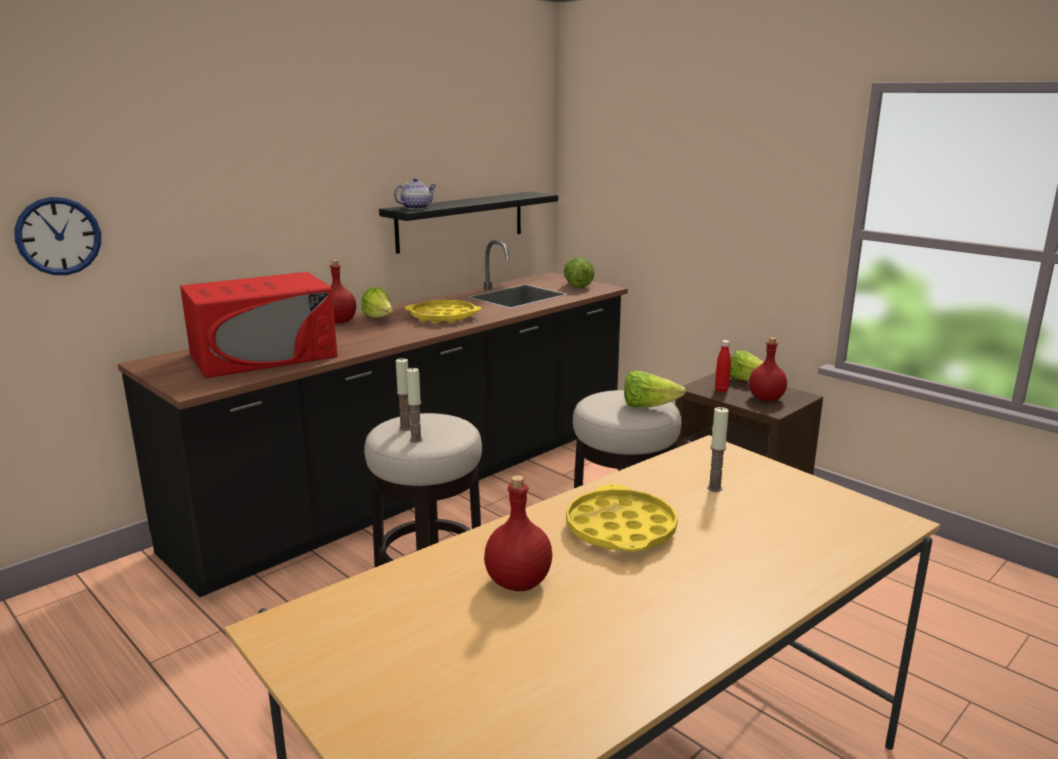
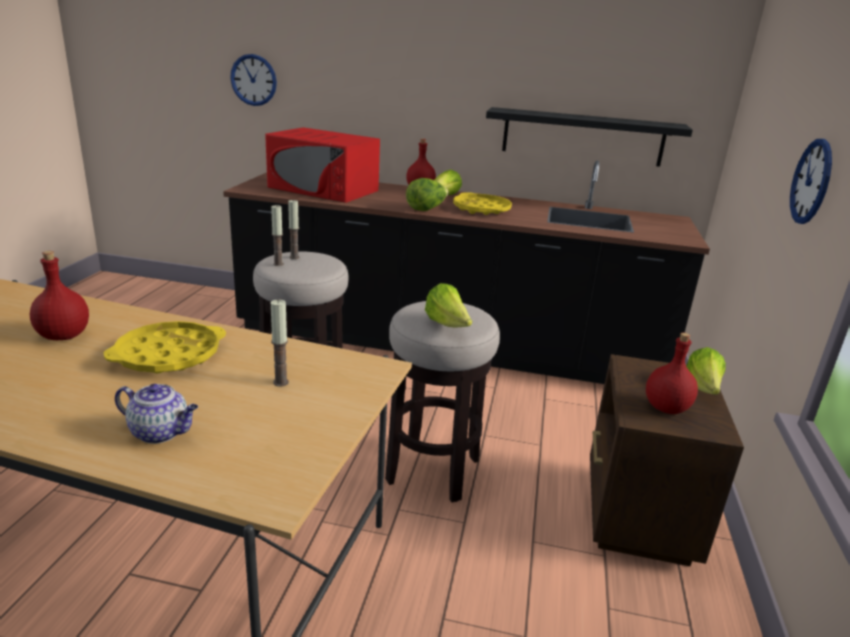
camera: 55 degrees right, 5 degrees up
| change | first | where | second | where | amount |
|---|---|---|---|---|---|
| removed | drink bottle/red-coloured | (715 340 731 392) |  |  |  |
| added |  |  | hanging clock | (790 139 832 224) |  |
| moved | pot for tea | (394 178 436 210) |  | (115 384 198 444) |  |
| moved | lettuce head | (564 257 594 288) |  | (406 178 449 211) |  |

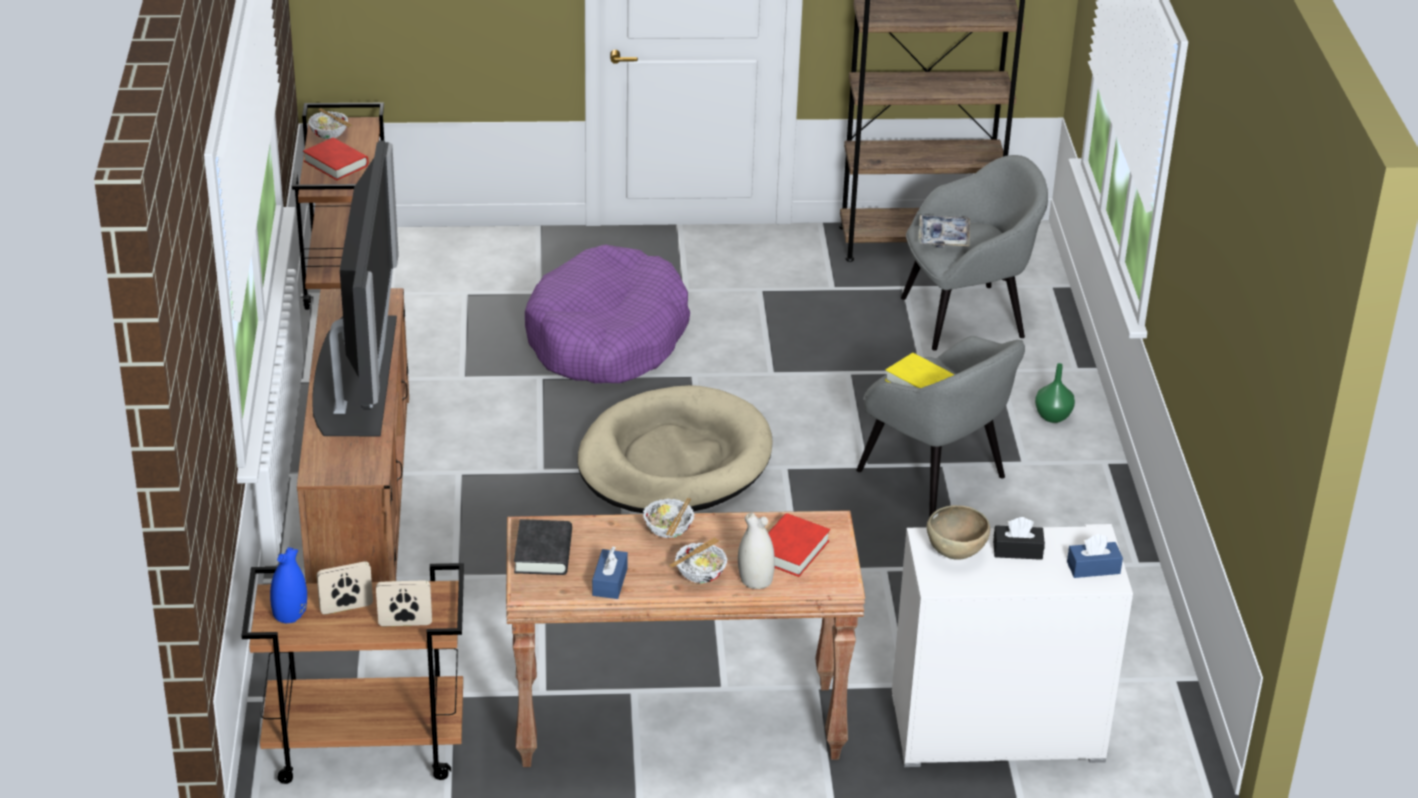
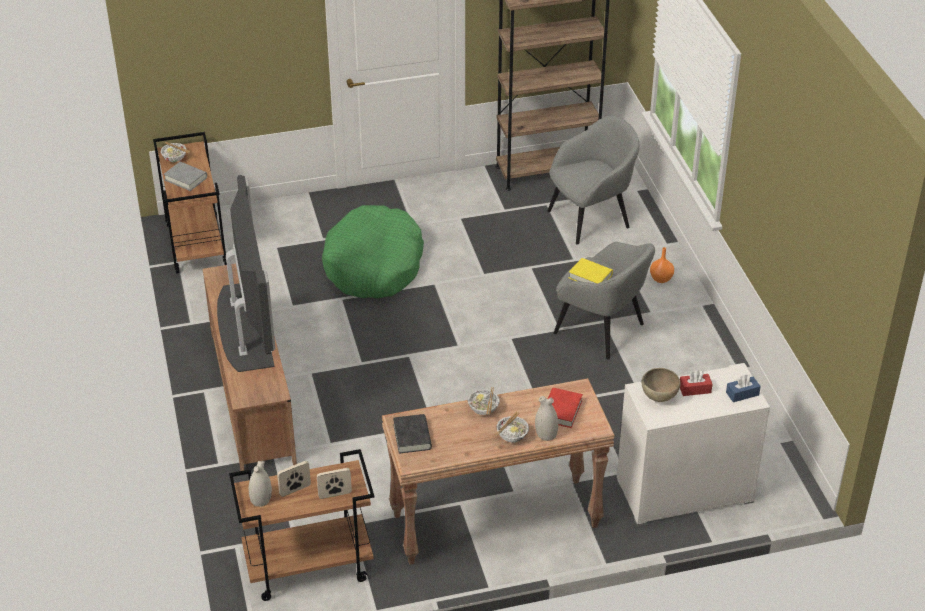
camera: 10 degrees left, 5 degrees up
| change | first | where | second | where | amount |
|---|---|---|---|---|---|
| removed | pet bed/beige | (577 385 773 513) |  |  |  |
| removed | tissue box/blue | (592 547 628 599) |  |  |  |
| removed | carrying tray | (918 215 970 248) |  |  |  |
| recoloured | flower vase/blue | (270 547 307 623) | flower vase/white | (249 461 272 507) |  |
| recoloured | book/red-coloured | (303 138 368 180) | book/gray | (164 162 207 191) |  |
| recoloured | pet bed/purple-coloured | (525 244 690 383) | pet bed/greenish | (322 205 424 299) |  |
| recoloured | tissue box/black | (993 517 1045 560) | tissue box/red-coloured | (680 370 712 396) |  |
| recoloured | flower vase/greenish | (1035 363 1075 423) | flower vase/orangey | (650 247 674 283) |  |

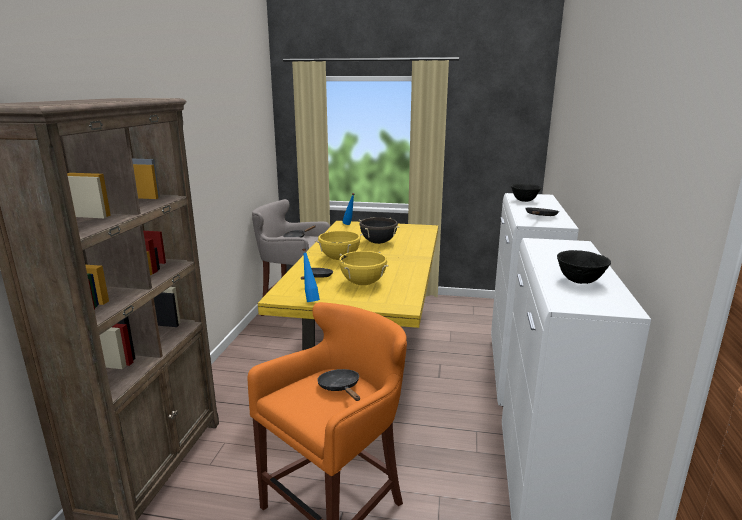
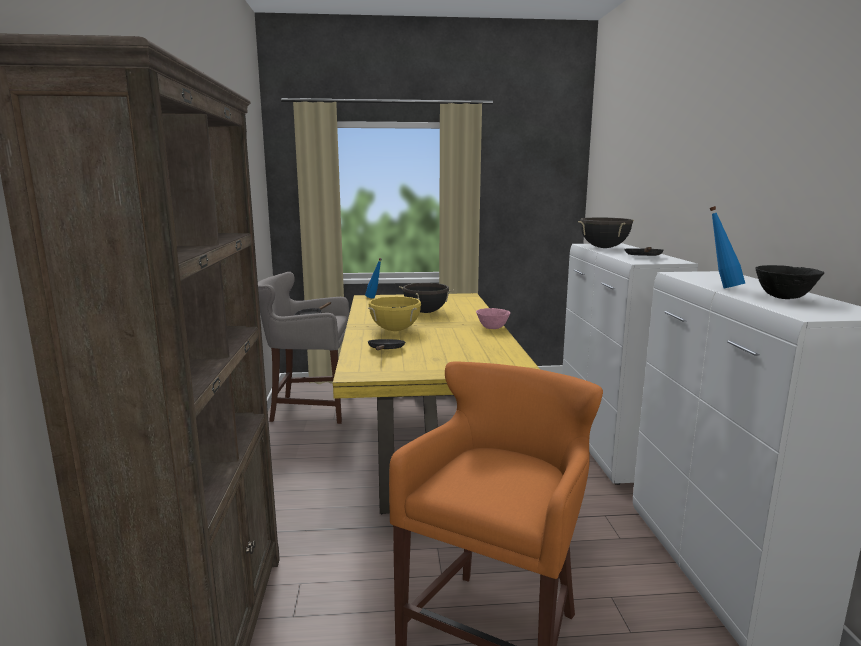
camera: 15 degrees left, 5 degrees down
| change | first | where | second | where | amount |
|---|---|---|---|---|---|
| removed | skillet/black | (317 369 360 401) |  |  |  |
| removed | stockpot/yellow-coloured | (339 251 388 285) |  |  |  |
| added |  |  | deep dish/pink-coloured | (476 308 510 329) |  |
| moved | drink bottle/blue | (302 248 320 302) |  | (709 206 745 288) |  |
| replaced | deep dish/black | (511 184 541 202) | stockpot/black | (578 218 634 248) |  |

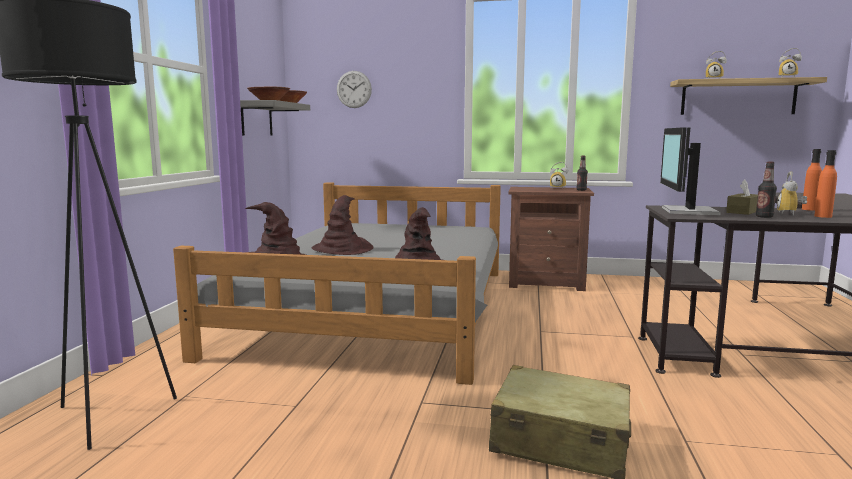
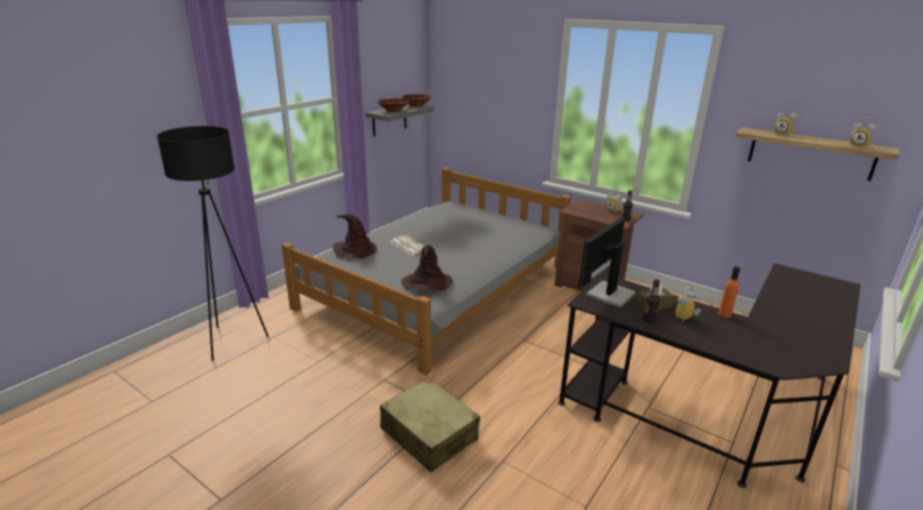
camera: 25 degrees right, 15 degrees up
| change | first | where | second | where | amount |
|---|---|---|---|---|---|
| removed | hanging clock | (337 71 372 108) |  |  |  |
| removed | drink bottle/orangey | (814 150 837 218) |  |  |  |
| replaced | hat/brownish | (312 195 374 255) | printed paper | (391 235 424 255) |  |

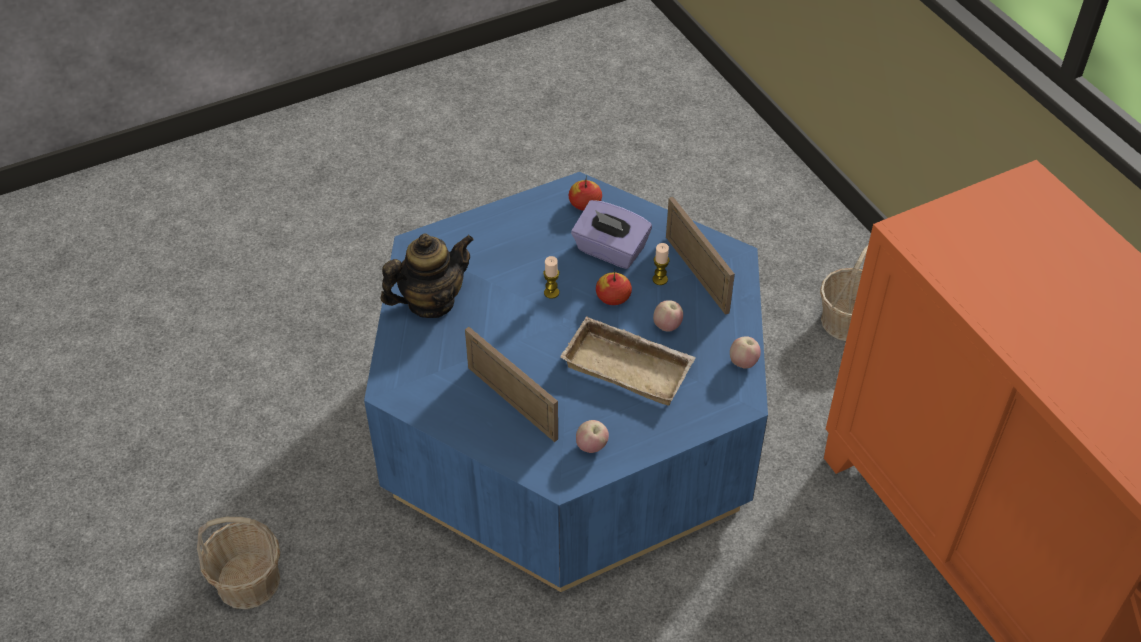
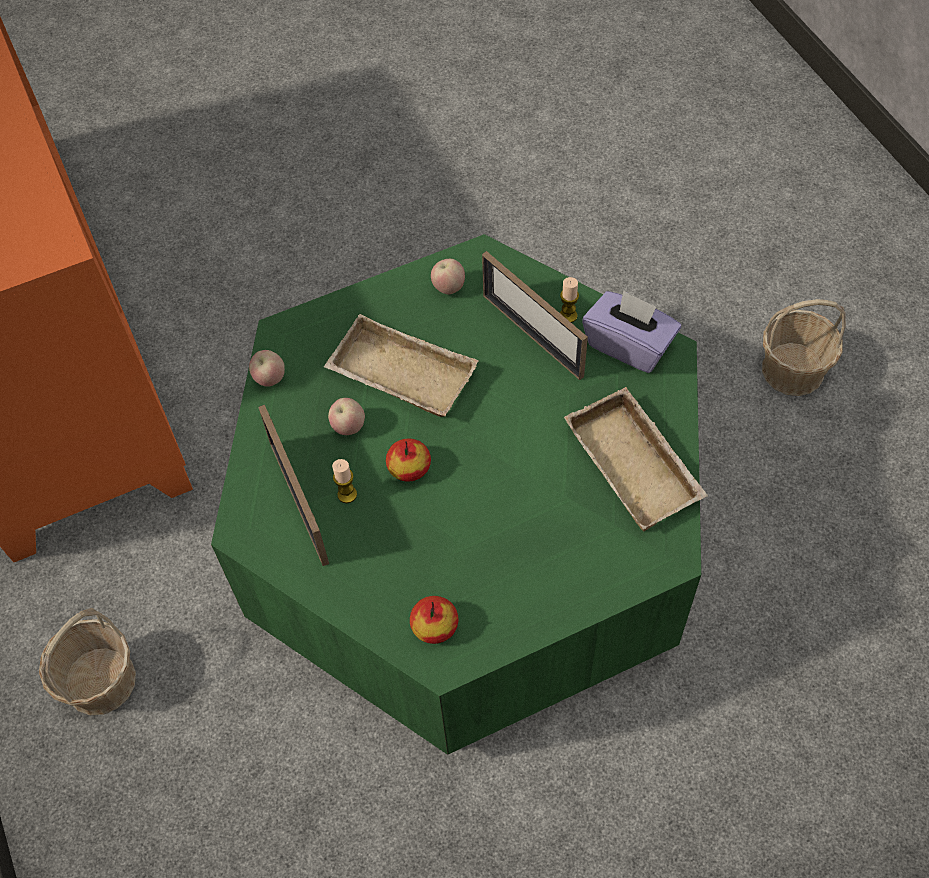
camera: 175 degrees left, 10 degrees up
| change | first | where | second | where | amount |
|---|---|---|---|---|---|
| moved | wax candle | (543 256 559 299) |  | (560 277 579 323) |  |
| moved | tissue box/purple-coloured | (571 200 652 269) |  | (582 290 681 373) |  |
| replaced | pot for tea | (380 233 474 318) | carrying tray/beige | (564 387 708 531) |  |
| recoloured | lounge table/blue | (364 172 768 592) | lounge table/greenish | (211 234 701 755) |  |

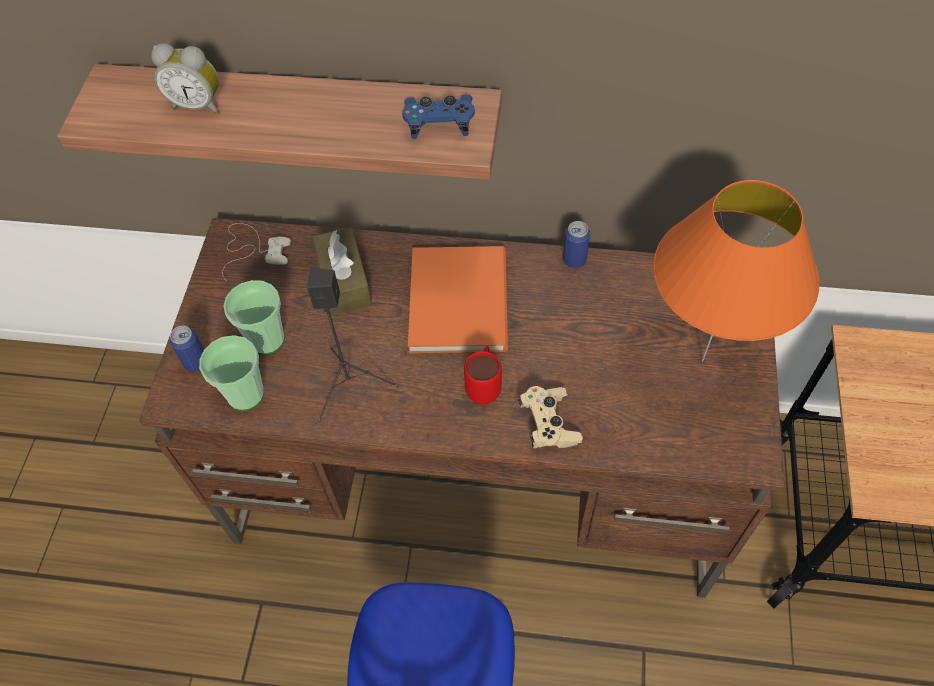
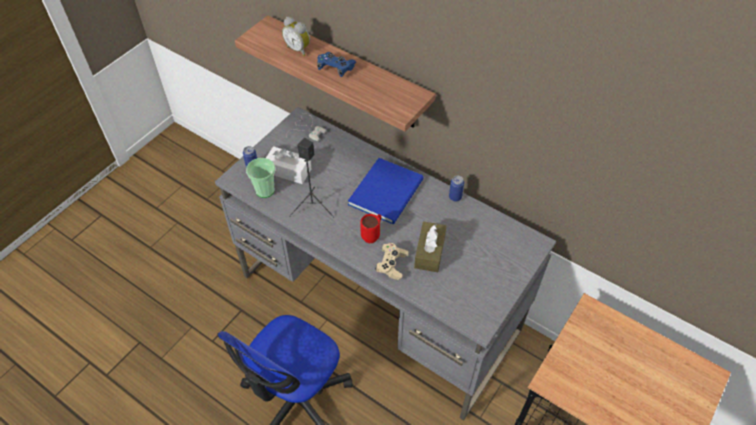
camera: 25 degrees right, 5 degrees down
| change | first | where | second | where | amount |
|---|---|---|---|---|---|
| removed | tabletop lamp/orangey | (653 180 819 361) |  |  |  |
| moved | tissue box/brownish | (312 227 372 315) |  | (414 221 446 272) |  |
| moved | game controller/blue | (402 94 475 139) |  | (317 52 356 77) |  |
| replaced | small cup | (224 280 285 354) | tissue box/white | (266 146 311 184) |  |
| recoloured | desk table/brownish | (139 218 785 598) | desk table/gray | (215 107 556 421) |  |
| recoloured | book/orangey | (408 246 508 353) | book/blue | (348 158 424 224) |  |

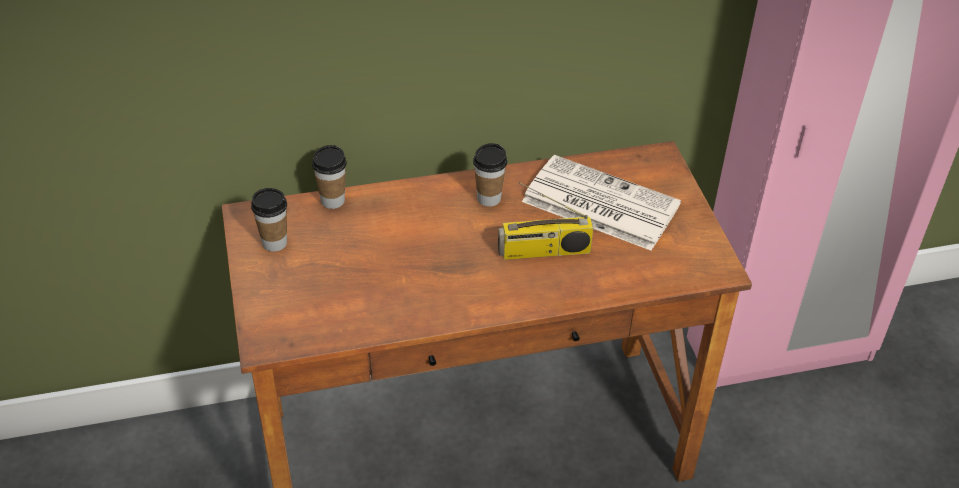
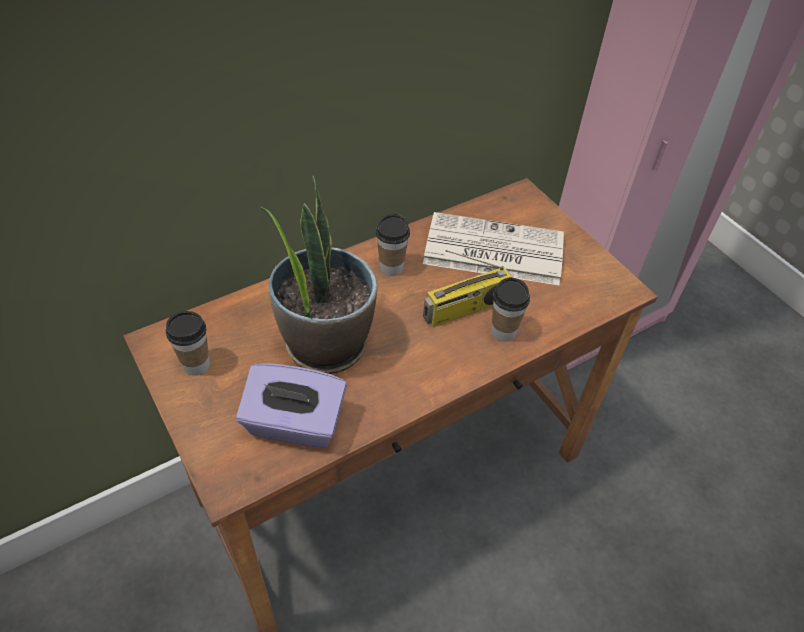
camera: 20 degrees left, 5 degrees up
| change | first | where | second | where | amount |
|---|---|---|---|---|---|
| added |  |  | tissue box/purple-coloured | (236 363 347 448) |  |
| added |  |  | plant in a pot | (261 176 377 374) |  |
| moved | small cup | (312 145 347 209) |  | (491 277 530 342) |  |

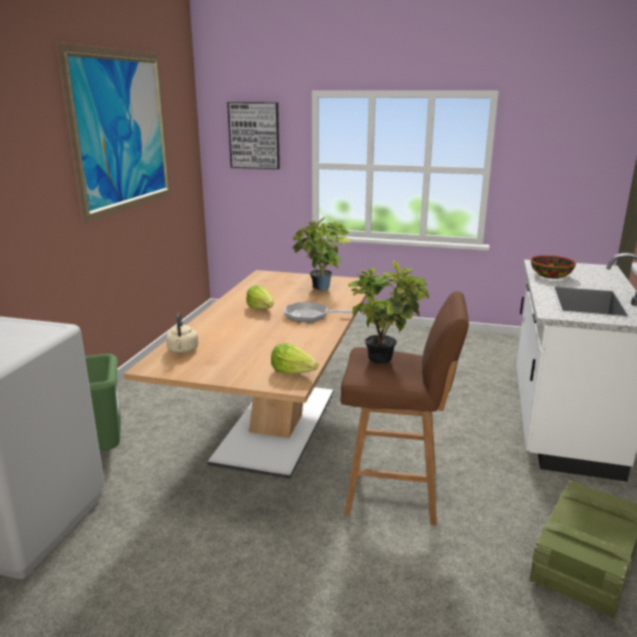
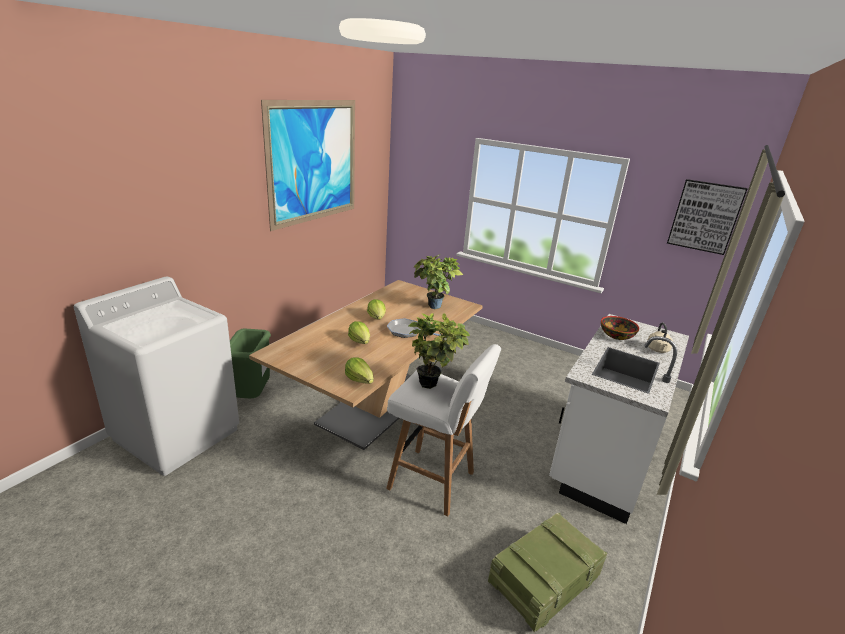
camera: 15 degrees right, 5 degrees up
| change | first | where | second | where | amount |
|---|---|---|---|---|---|
| added |  |  | lettuce head | (348 321 370 344) |  |
| moved | water kettle/beige | (166 312 198 353) |  | (647 322 673 353) |  |
| moved | wall art | (227 102 280 169) |  | (667 179 748 255) |  |
| recoloured | stool seat/brownish | (340 291 469 526) | stool seat/white | (386 344 501 516) |  |

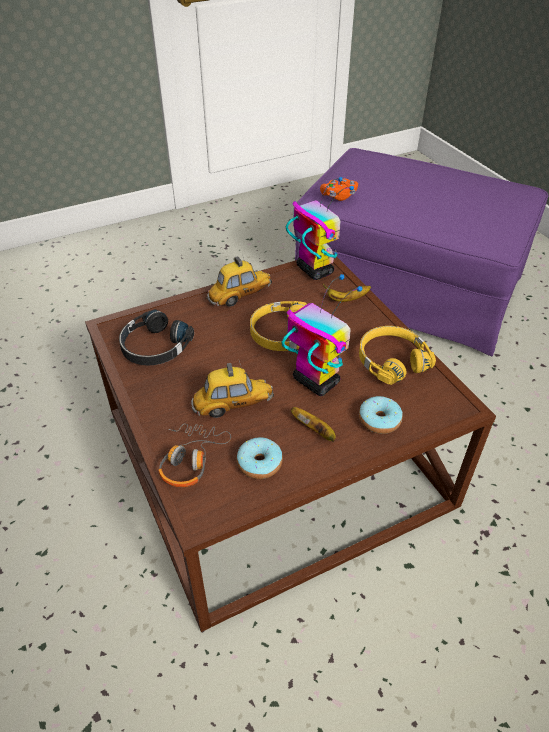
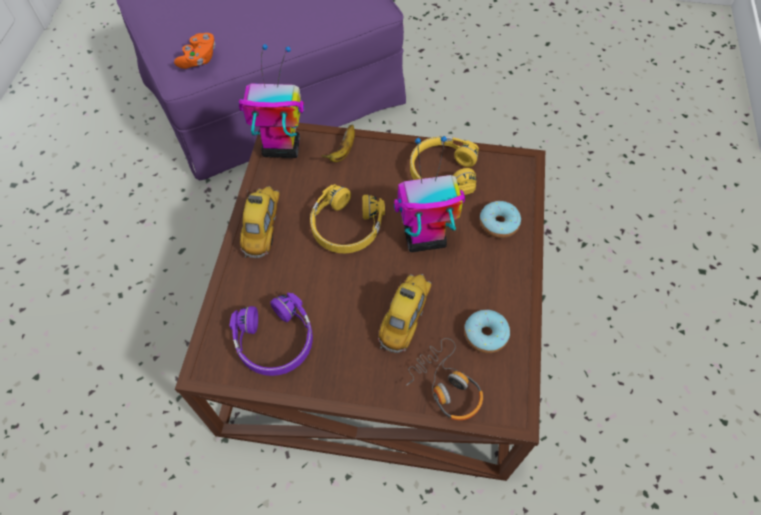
camera: 55 degrees left, 15 degrees up
| change | first | where | second | where | amount |
|---|---|---|---|---|---|
| removed | whole banana | (291 407 336 442) |  |  |  |
| recoloured | headset/black | (119 309 194 365) | headset/purple-coloured | (229 293 313 376) |  |

